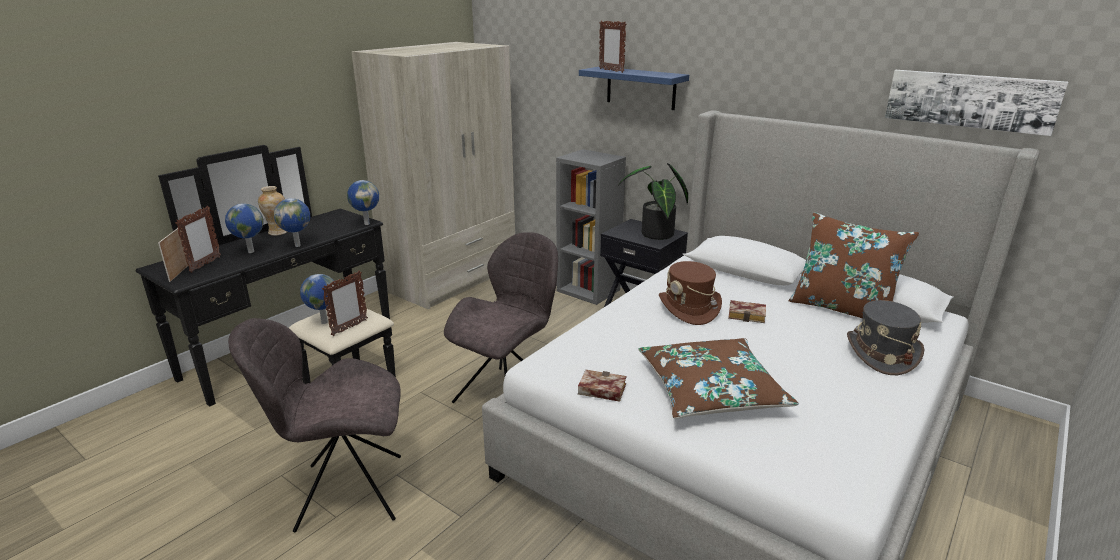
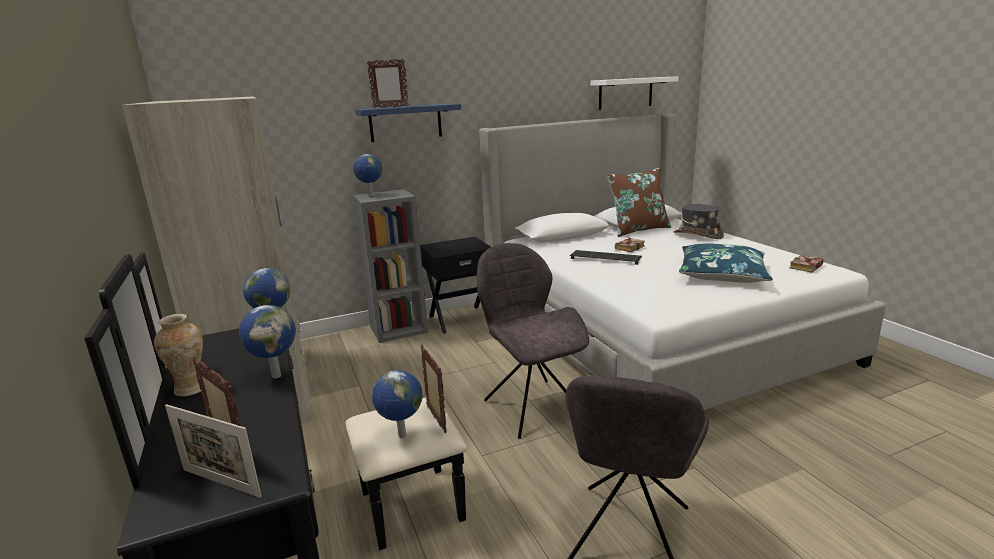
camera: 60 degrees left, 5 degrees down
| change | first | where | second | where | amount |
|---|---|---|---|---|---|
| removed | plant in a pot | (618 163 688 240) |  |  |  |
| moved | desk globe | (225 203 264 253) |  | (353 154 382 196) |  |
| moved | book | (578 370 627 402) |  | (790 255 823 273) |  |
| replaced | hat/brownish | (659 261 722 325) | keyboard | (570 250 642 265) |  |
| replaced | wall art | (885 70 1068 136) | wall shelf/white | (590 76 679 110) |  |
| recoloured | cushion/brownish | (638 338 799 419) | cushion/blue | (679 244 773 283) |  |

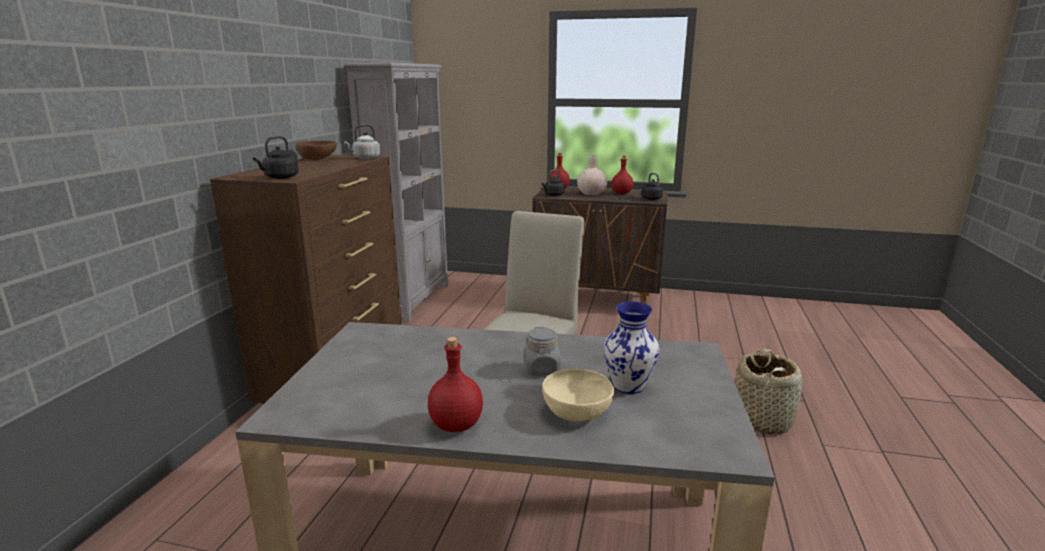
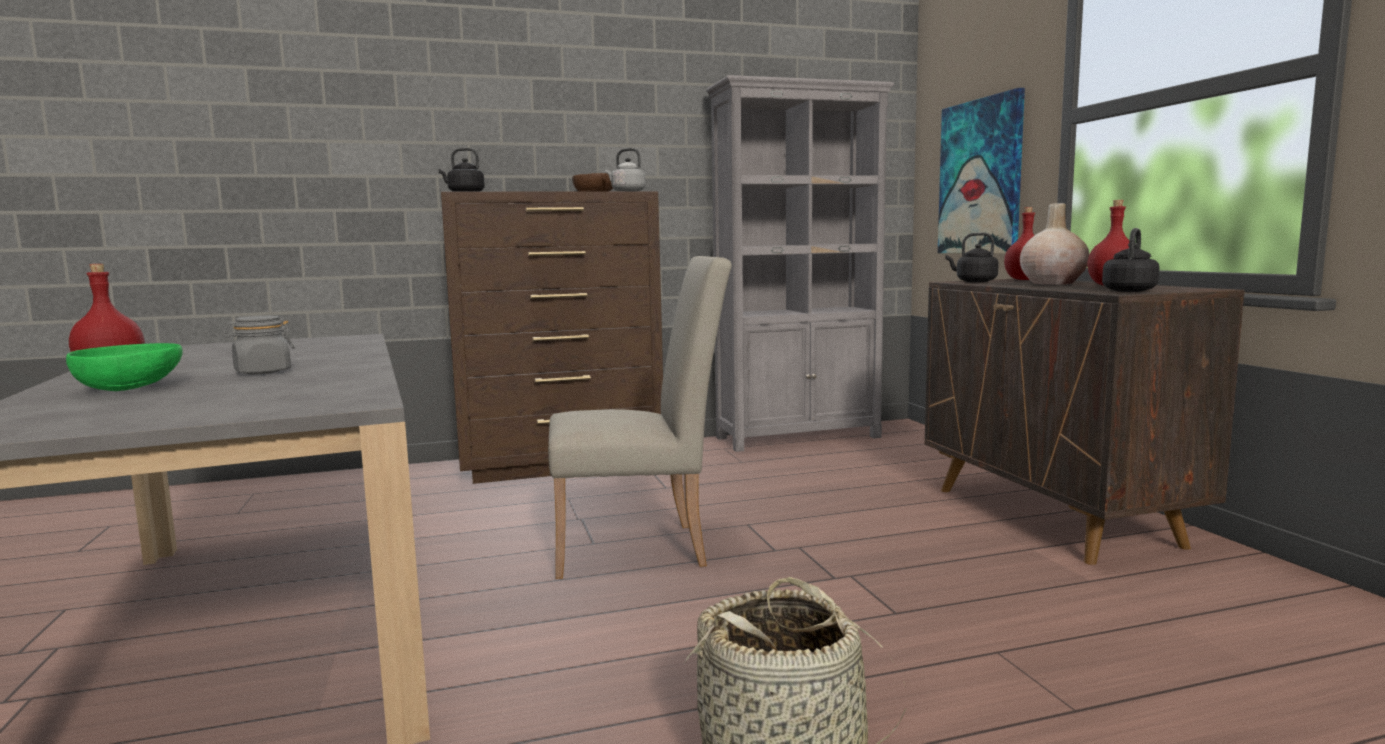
camera: 60 degrees right, 10 degrees down
| change | first | where | second | where | amount |
|---|---|---|---|---|---|
| removed | flower vase | (604 301 659 394) |  |  |  |
| added |  |  | wall art | (938 88 1025 254) |  |
| recoloured | deep dish/beige | (542 369 614 421) | deep dish/greenish | (66 343 183 391) |  |

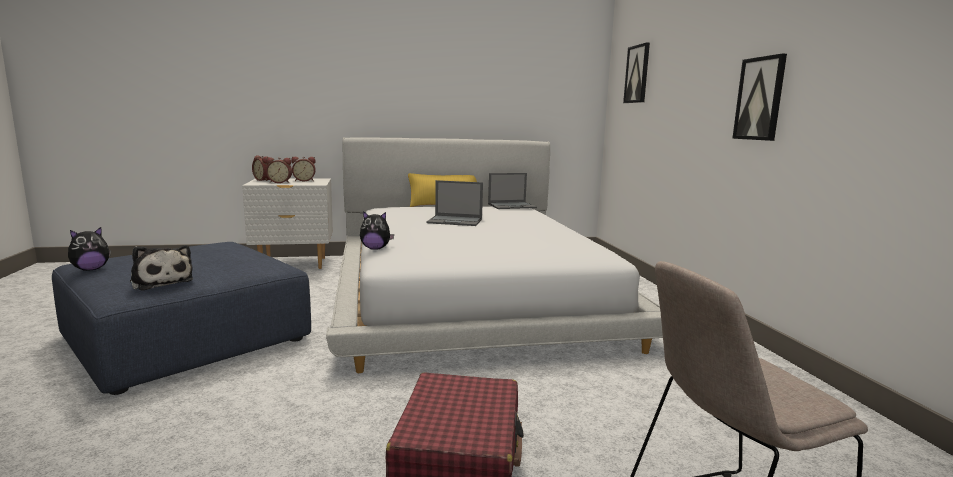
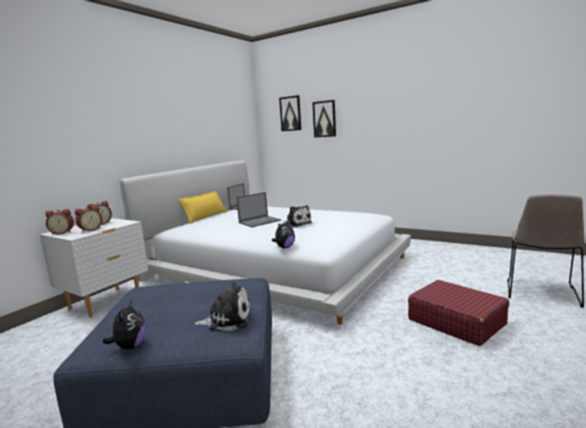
camera: 45 degrees left, 0 degrees up
| change | first | where | second | where | amount |
|---|---|---|---|---|---|
| added |  |  | soft toy | (284 205 312 228) |  |
| moved | wall art | (732 53 787 141) |  | (312 100 336 137) |  |

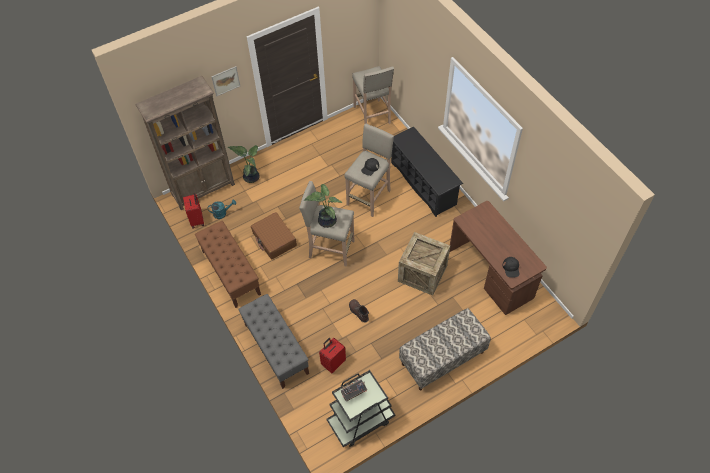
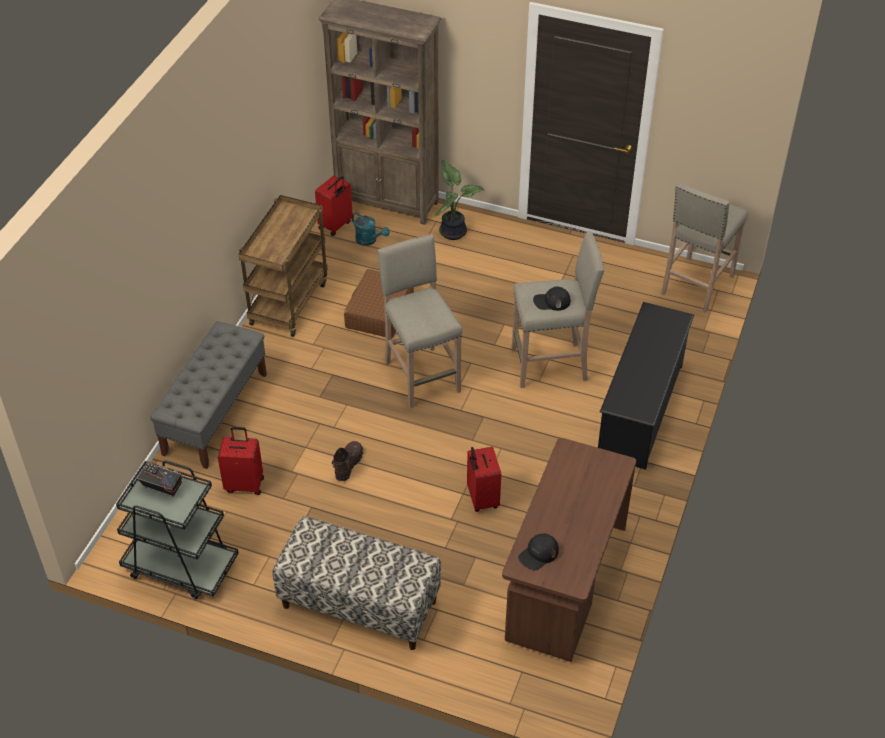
camera: 50 degrees right, 10 degrees down
| change | first | where | second | where | amount |
|---|---|---|---|---|---|
| removed | wall art | (211 66 240 96) |  |  |  |
| removed | plant in a pot | (304 184 343 228) |  |  |  |
| replaced | long seat/brownish | (195 221 261 308) | trolley/brownish | (238 195 328 337) |  |
| replaced | shipping crate | (398 232 450 296) | piece of luggage/red-coloured | (467 447 501 512) |  |

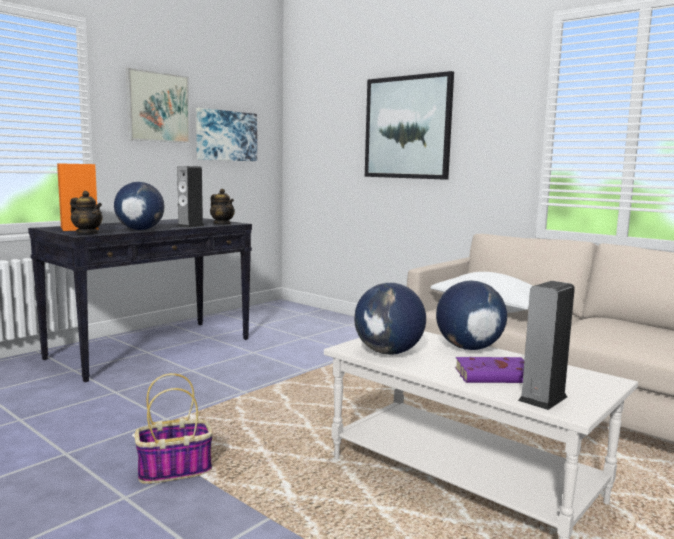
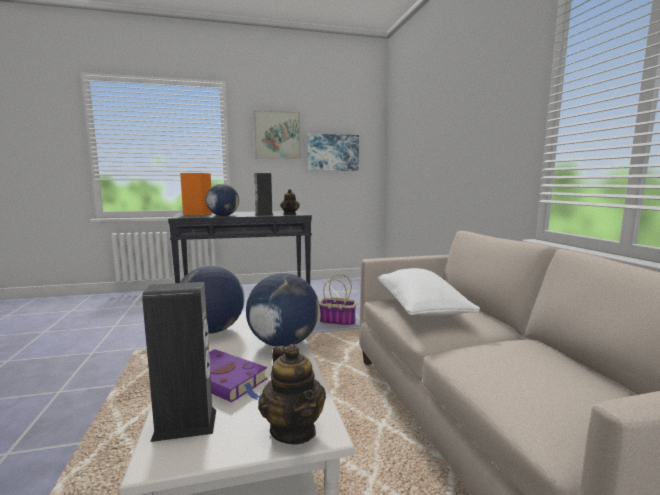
camera: 35 degrees right, 0 degrees up
| change | first | where | second | where | amount |
|---|---|---|---|---|---|
| removed | wall art | (365 71 454 180) |  |  |  |
| moved | pot for tea | (70 191 103 234) |  | (258 344 326 445) |  |
| moved | basket | (135 373 213 484) |  | (319 274 357 327) |  |

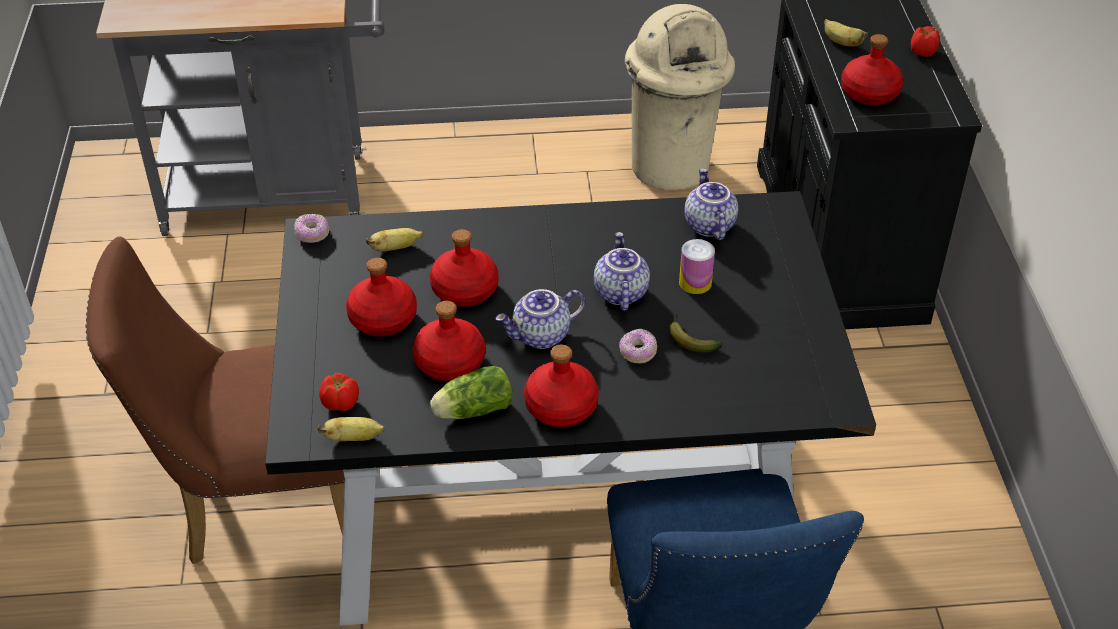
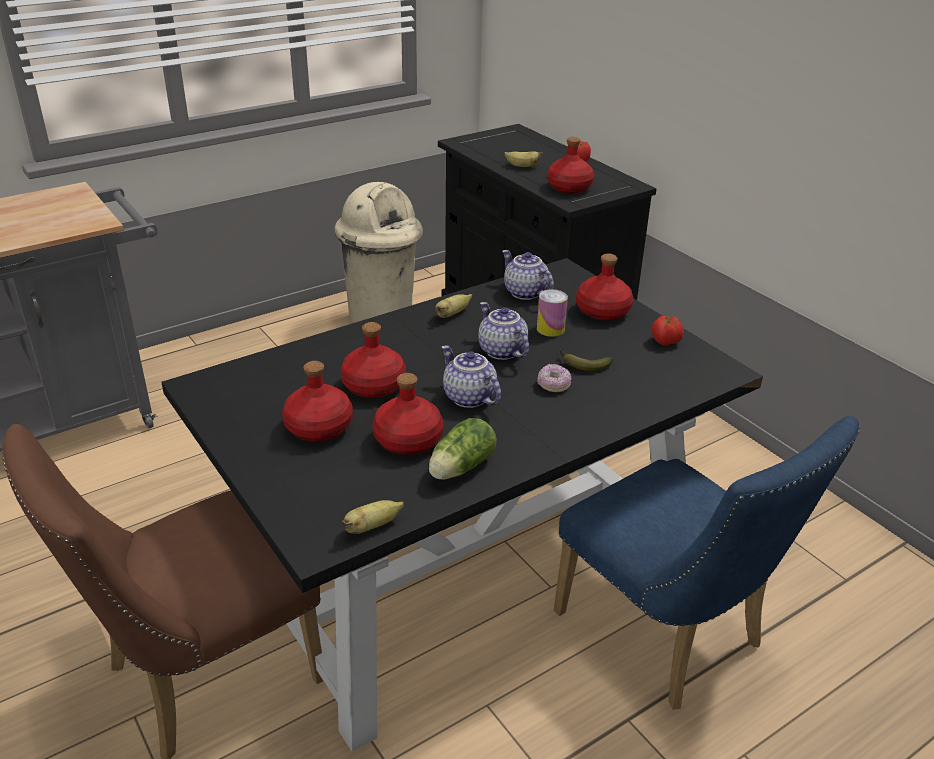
camera: 30 degrees left, 10 degrees down
| change | first | where | second | where | amount |
|---|---|---|---|---|---|
| removed | donut | (294 214 329 243) |  |  |  |
| moved | fresh tomato | (319 373 359 411) |  | (652 316 684 346) |  |
| moved | whole banana | (366 228 423 252) |  | (435 294 472 318) |  |
| moved | drink bottle/red-coloured | (524 345 599 427) |  | (576 253 633 320) |  |
| turned | pot for tea | (495 289 586 349) |  | (442 345 501 408) | 105 degrees clockwise |

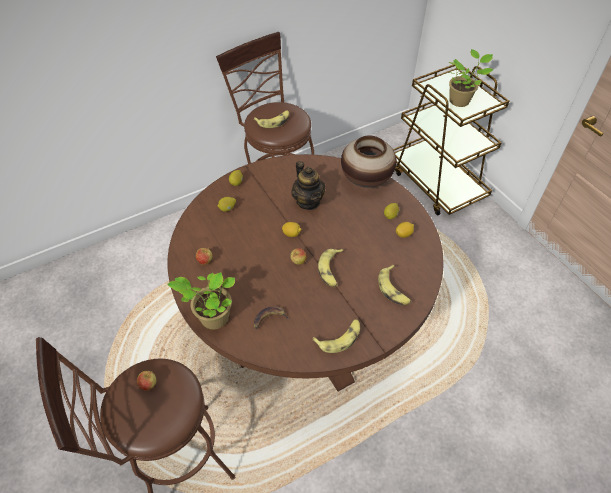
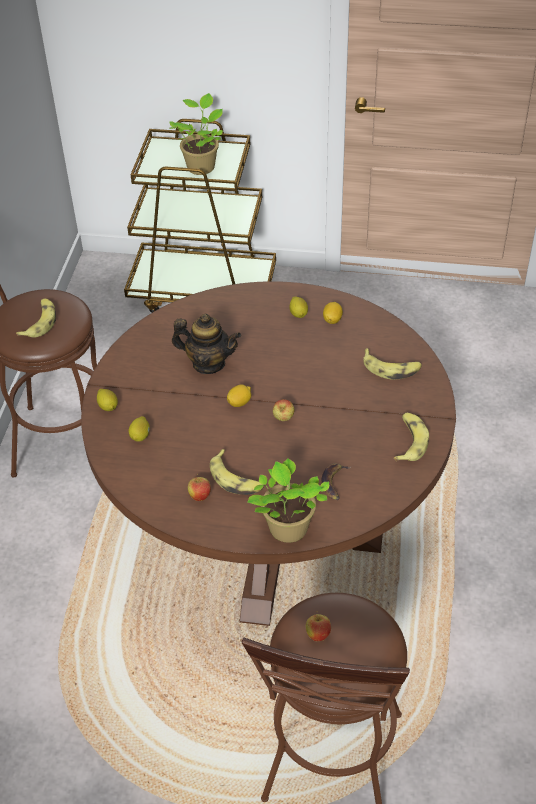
camera: 50 degrees left, 5 degrees down
| change | first | where | second | where | amount |
|---|---|---|---|---|---|
| removed | flower vase | (341 136 397 188) |  |  |  |
| moved | whole banana | (318 249 344 287) |  | (210 449 264 495) |  |

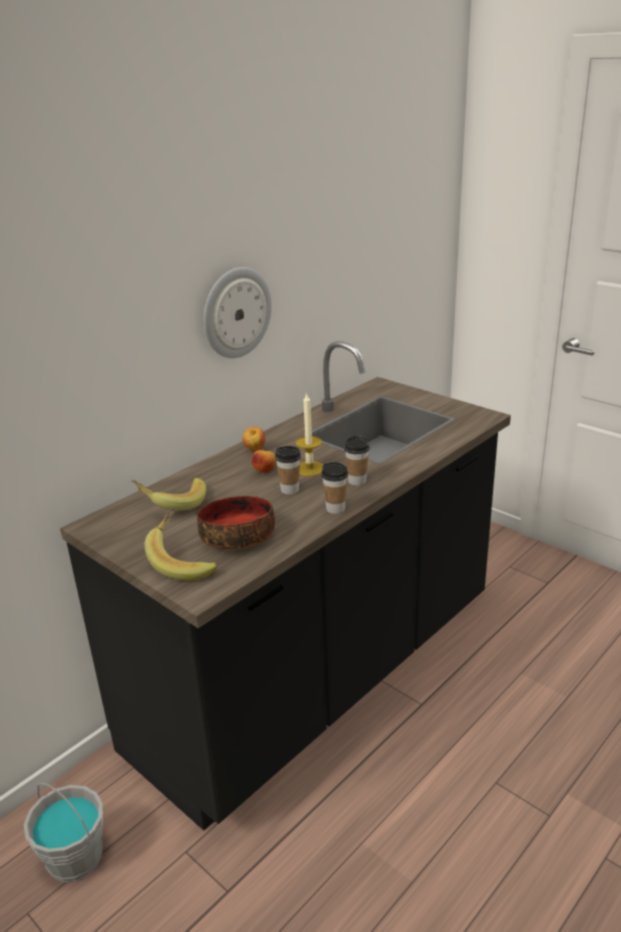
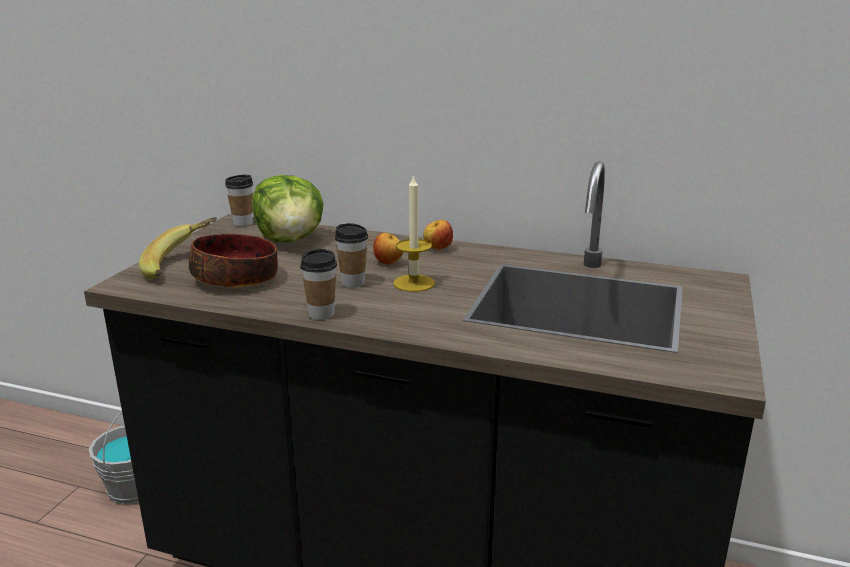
camera: 65 degrees right, 5 degrees down
| change | first | where | second | where | amount |
|---|---|---|---|---|---|
| removed | hanging clock | (203 267 272 358) |  |  |  |
| moved | small cup | (344 436 370 486) |  | (225 174 253 227) |  |
| replaced | whole banana | (132 478 206 511) | lettuce head | (252 175 324 242) |  |

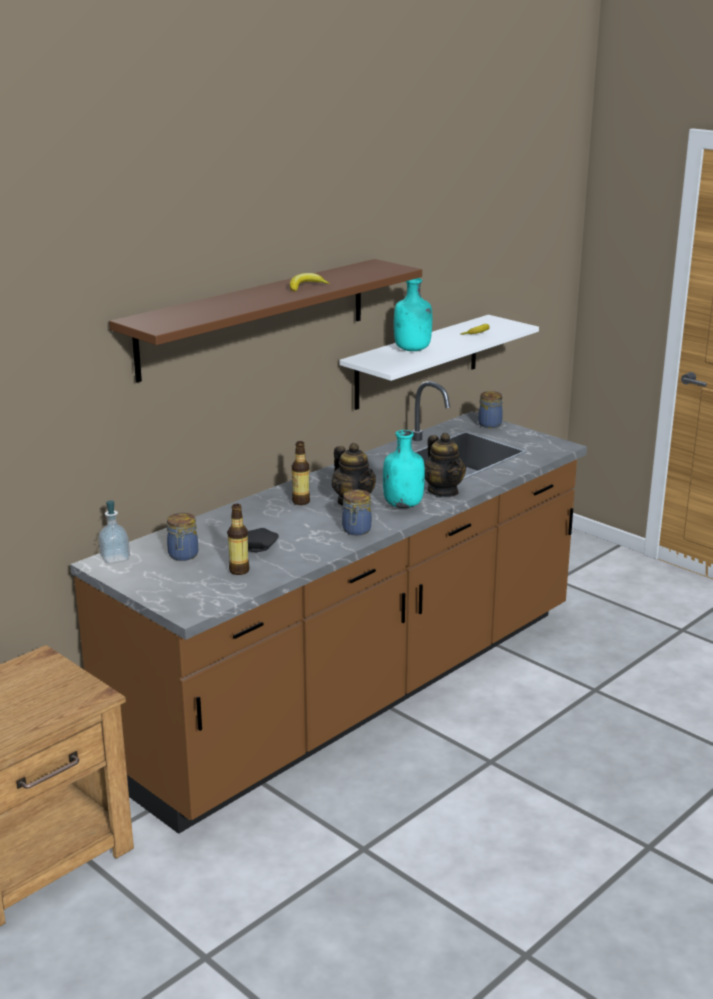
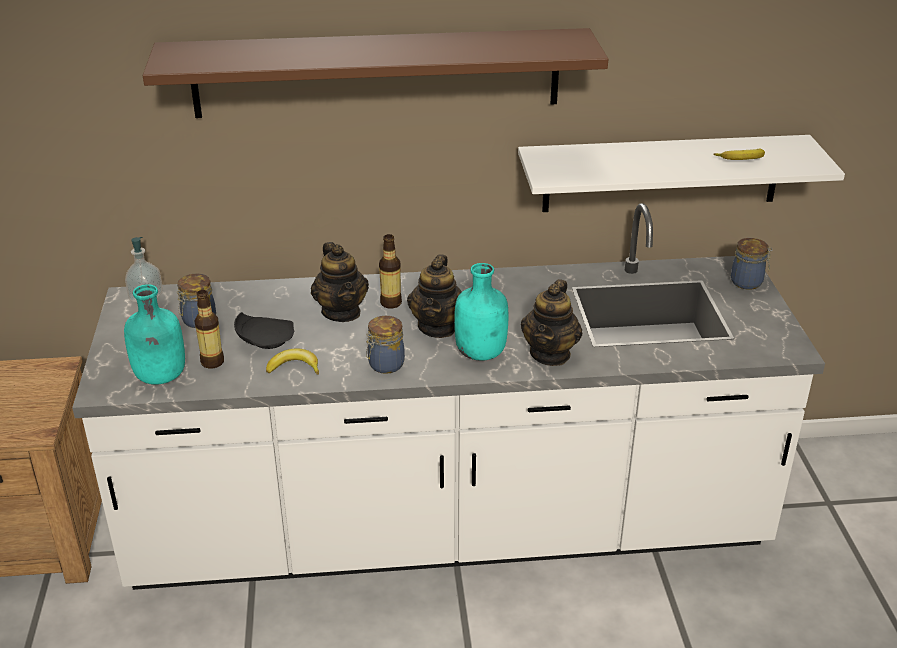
camera: 40 degrees right, 10 degrees up
| change | first | where | second | where | amount |
|---|---|---|---|---|---|
| added |  |  | pot for tea | (311 242 369 322) |  |
| moved | whole banana | (290 273 330 292) |  | (266 348 319 375) |  |
| moved | drink bottle/turquoise-coloured | (394 278 432 351) |  | (124 284 185 385) |  |
| recoloured | kitchen base unit/brownish | (70 381 587 834) | kitchen base unit/white | (72 203 825 590) |  |

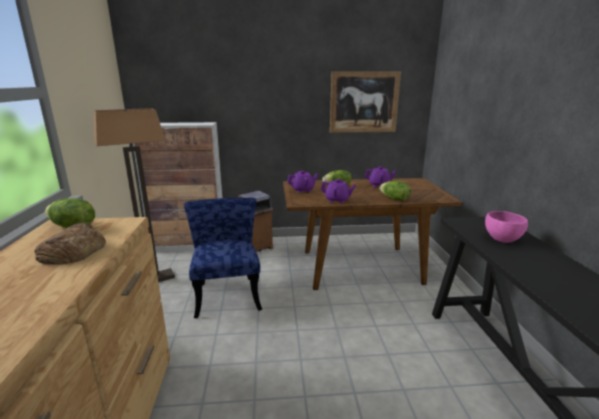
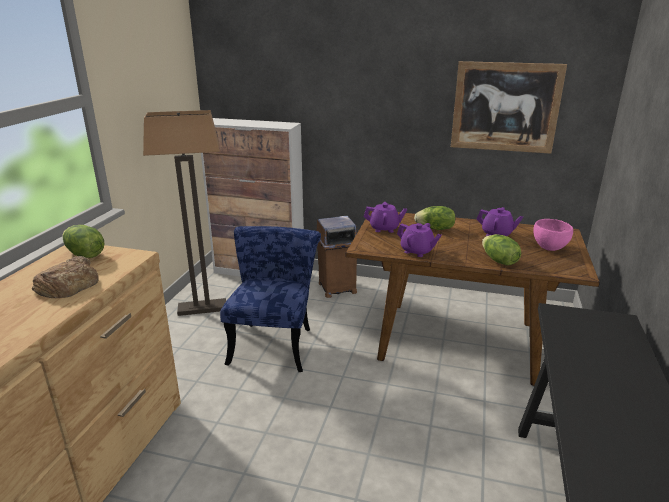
camera: 20 degrees right, 5 degrees up
| change | first | where | second | where | amount |
|---|---|---|---|---|---|
| moved | deep dish/pink-coloured | (485 211 528 243) |  | (533 219 573 251) |  |

